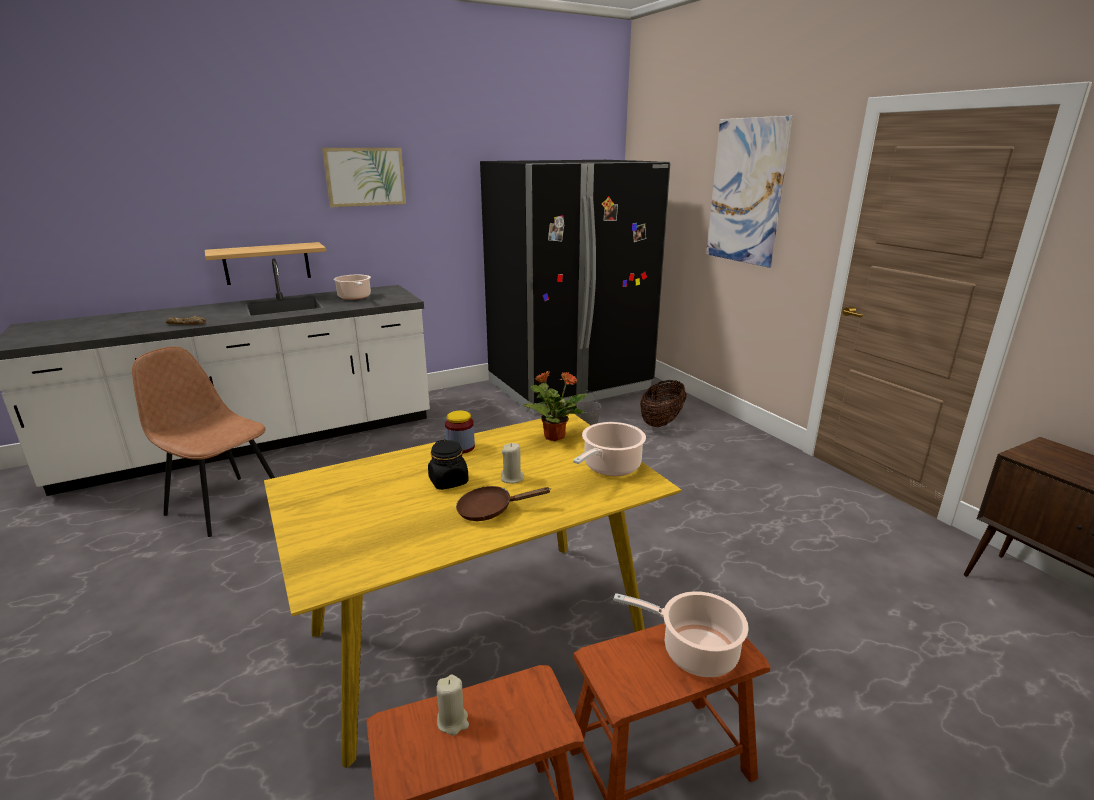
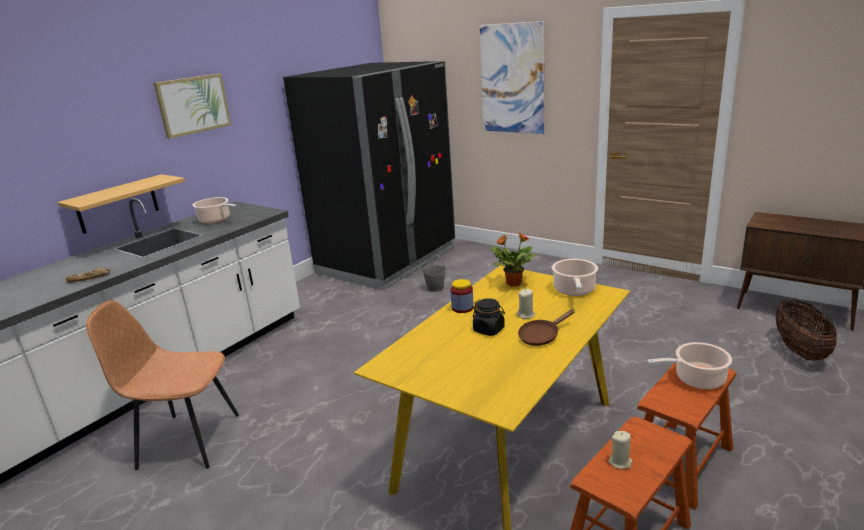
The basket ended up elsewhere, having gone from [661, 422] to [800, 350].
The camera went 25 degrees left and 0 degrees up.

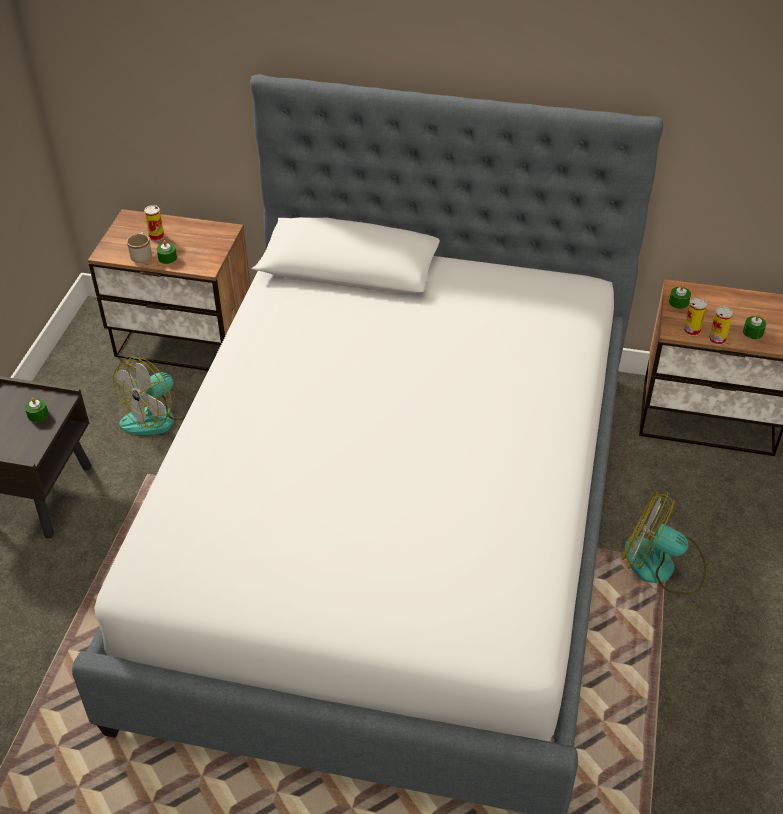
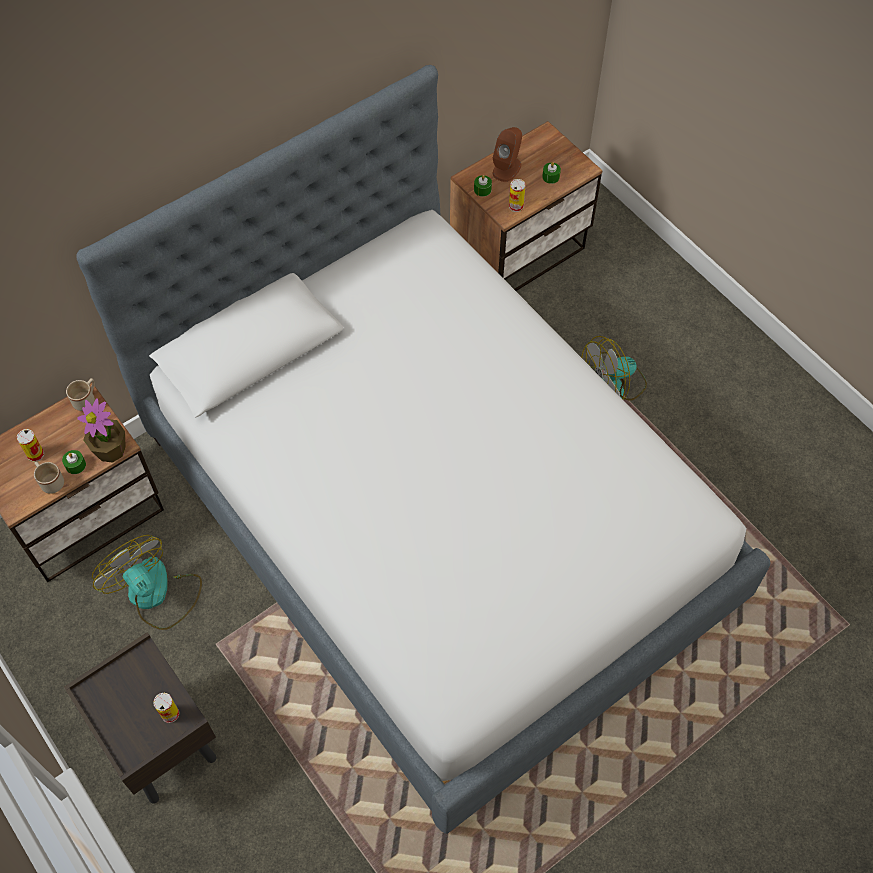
The second view lost the greenish wax candle at [38, 415].
The electric fan at [158, 415] ended up facing another way, 150 degrees clockwise from before.
The sealed can ended up elsewhere, having gone from [717, 339] to [170, 714].
The second view gained the beige mug at [86, 399].
The second view gained the potted plant at [111, 450].
The second view gained the brown speaker at [507, 168].
The camera went 50 degrees left and 15 degrees up.

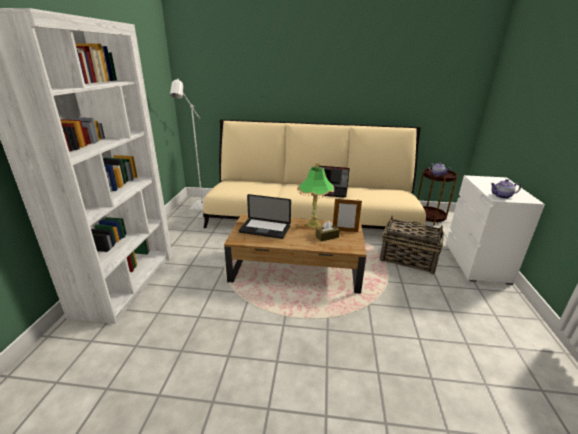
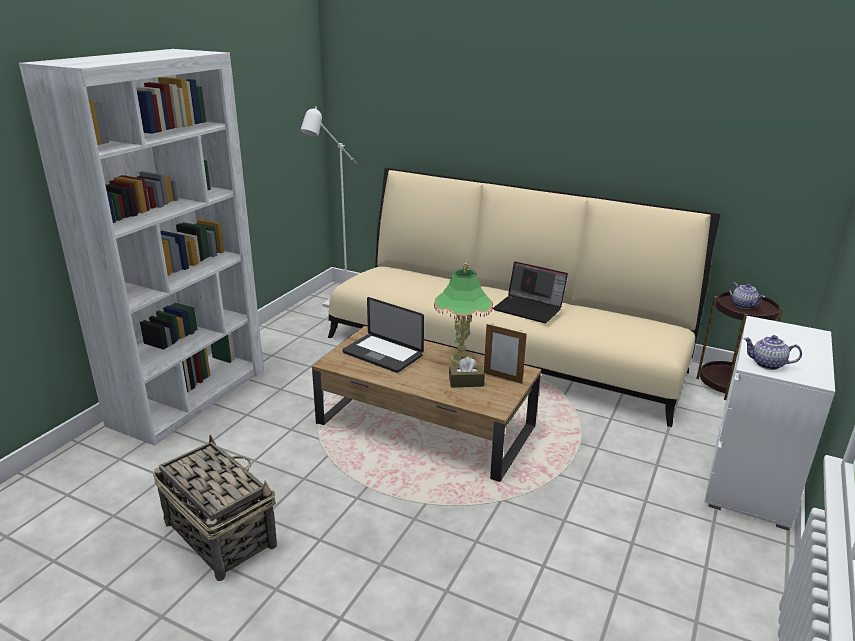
The basket ended up elsewhere, having gone from [407, 259] to [219, 533].
The camera went 20 degrees right and 0 degrees up.

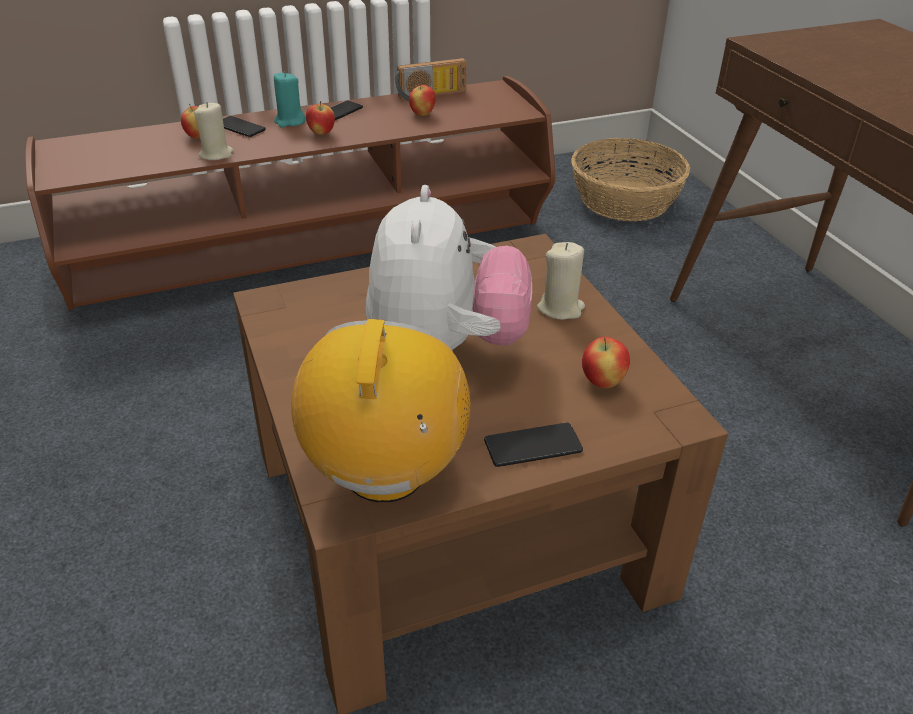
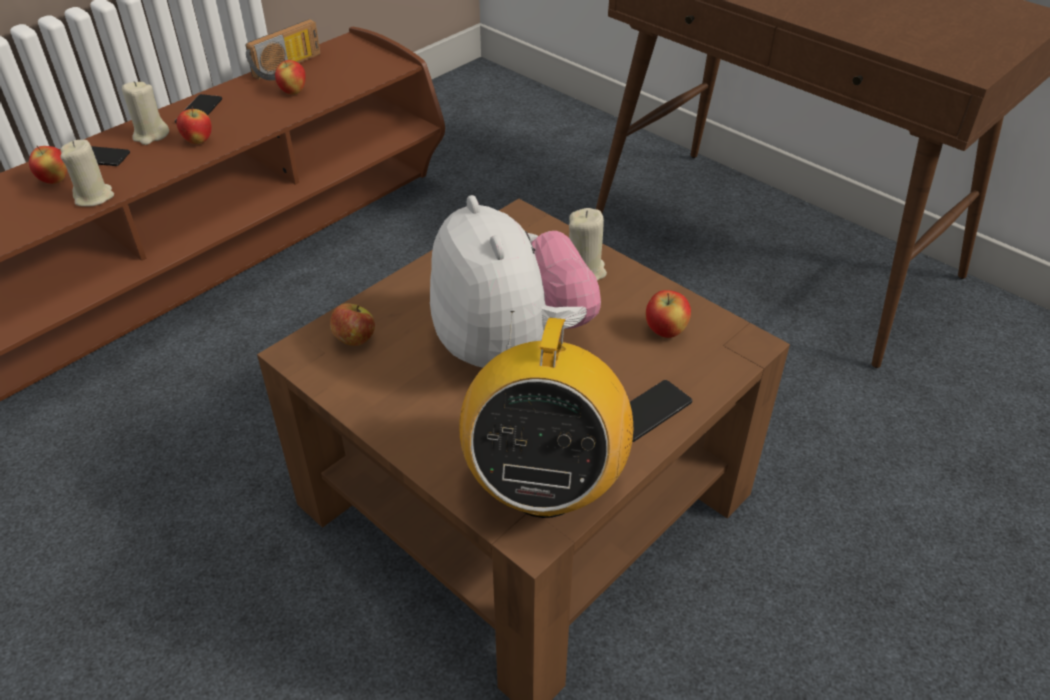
What was the turquoise wax candle at [289, 121] turned into the beige wax candle at [150, 135].
The radio at [385, 474] ended up facing another way, 150 degrees counterclockwise from before.
The second view lost the basket at [623, 200].
The second view gained the whole apple at [354, 340].
The camera went 25 degrees left and 5 degrees up.

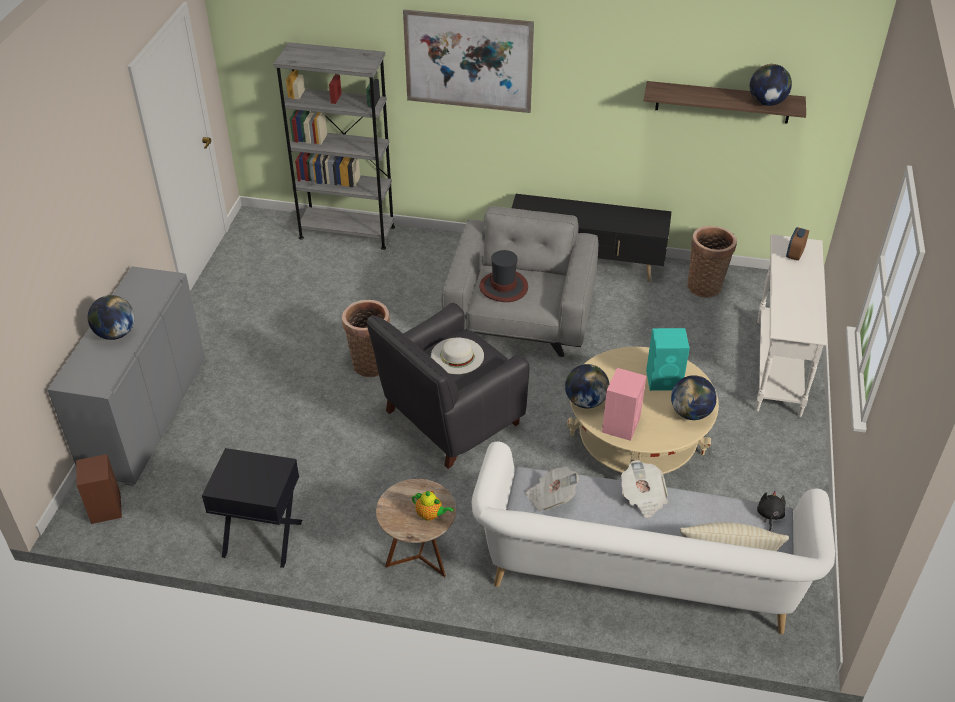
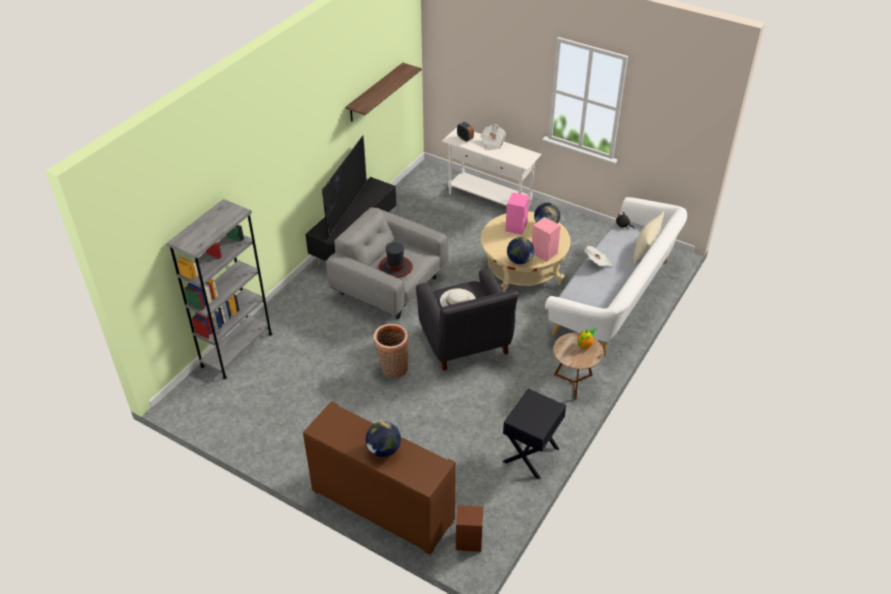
What was the gray storage cabinet at [146, 415] turned into the brown storage cabinet at [382, 505].
The second view lost the wall picture at [468, 61].
The printed paper ended up elsewhere, having gone from [551, 497] to [492, 144].
What was the turquoise speaker at [665, 380] turned into the pinkish speaker at [516, 226].
The second view lost the basket at [705, 285].
The second view lost the desk globe at [767, 103].
The second view gained the television at [347, 210].
The camera went 70 degrees left and 0 degrees up.

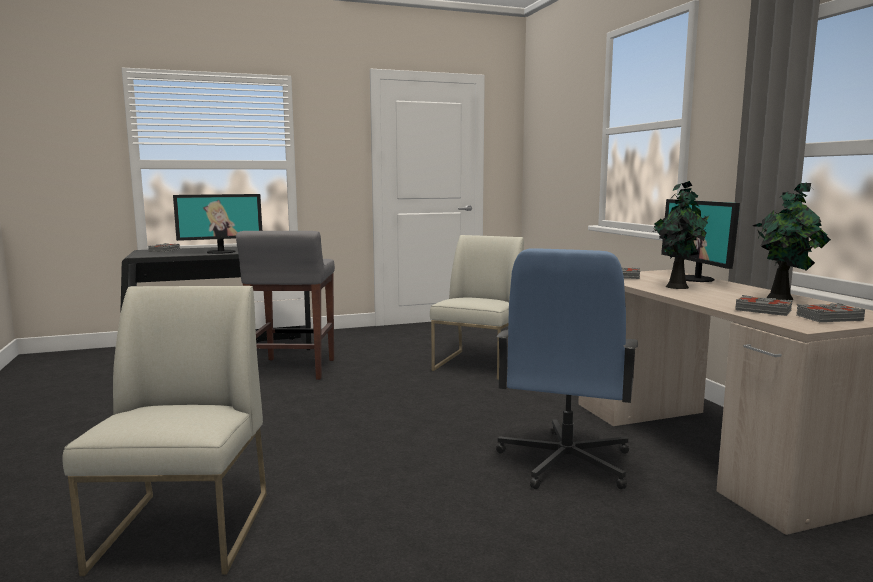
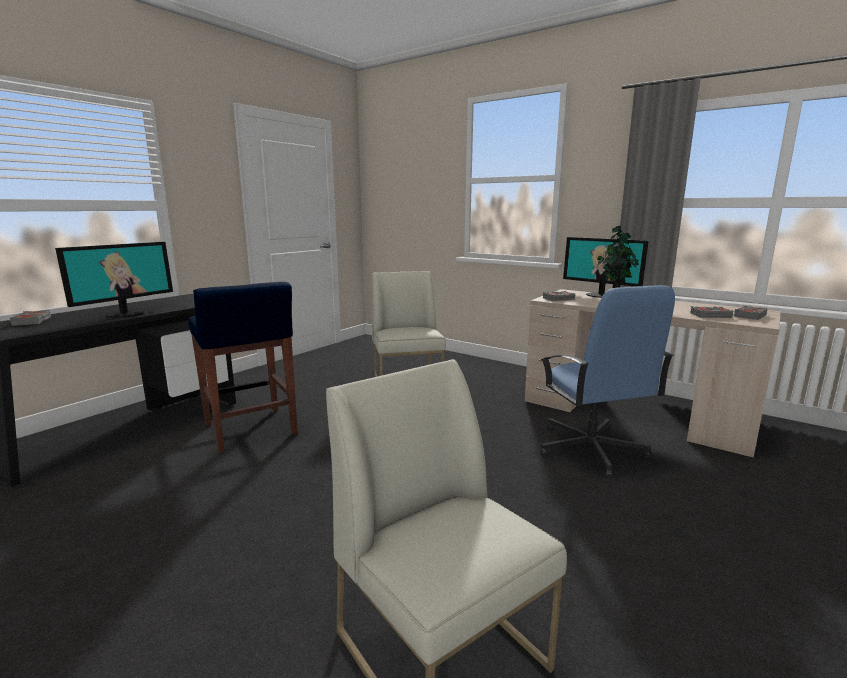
What was the gray stool at [293, 369] turned into the blue stool at [250, 430].
The second view lost the potted plant at [782, 298].
The camera went 35 degrees left and 5 degrees up.

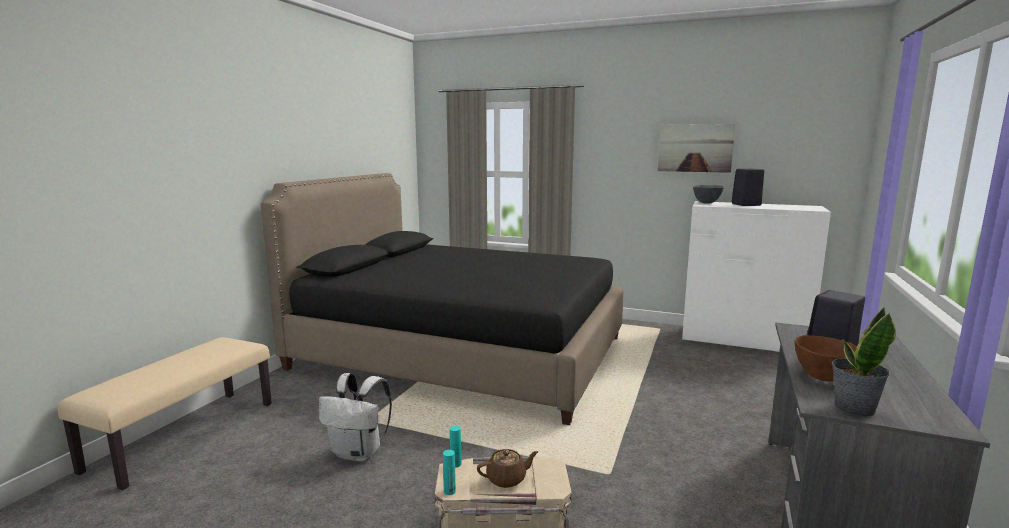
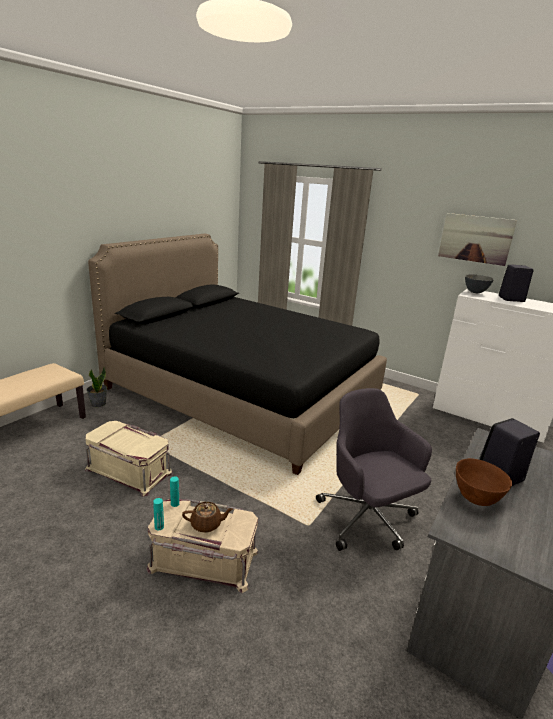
Where the whitish knapsack stood at [359, 453], the beige storage bin came to stand at [130, 470].
The potted plant ended up elsewhere, having gone from [853, 408] to [98, 404].
The second view gained the gray computer chair at [367, 519].
The camera went 10 degrees right and 10 degrees up.

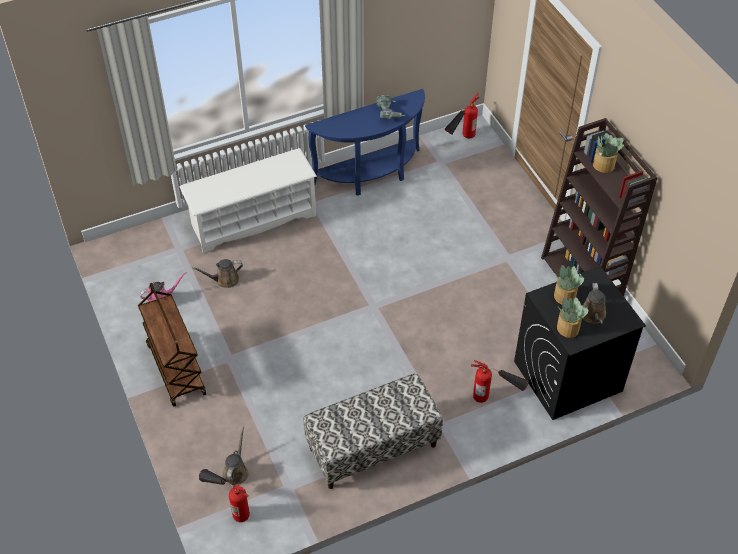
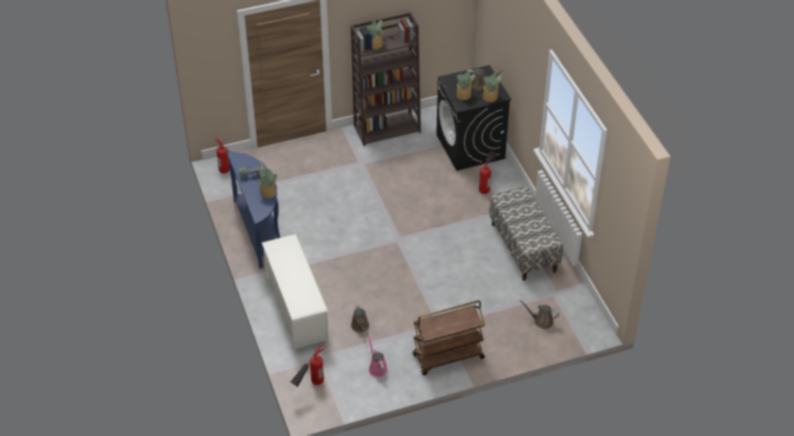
The fire-fighting cylinder ended up elsewhere, having gone from [228, 506] to [309, 387].
The second view gained the potted plant at [268, 193].
The camera went 85 degrees left and 5 degrees down.

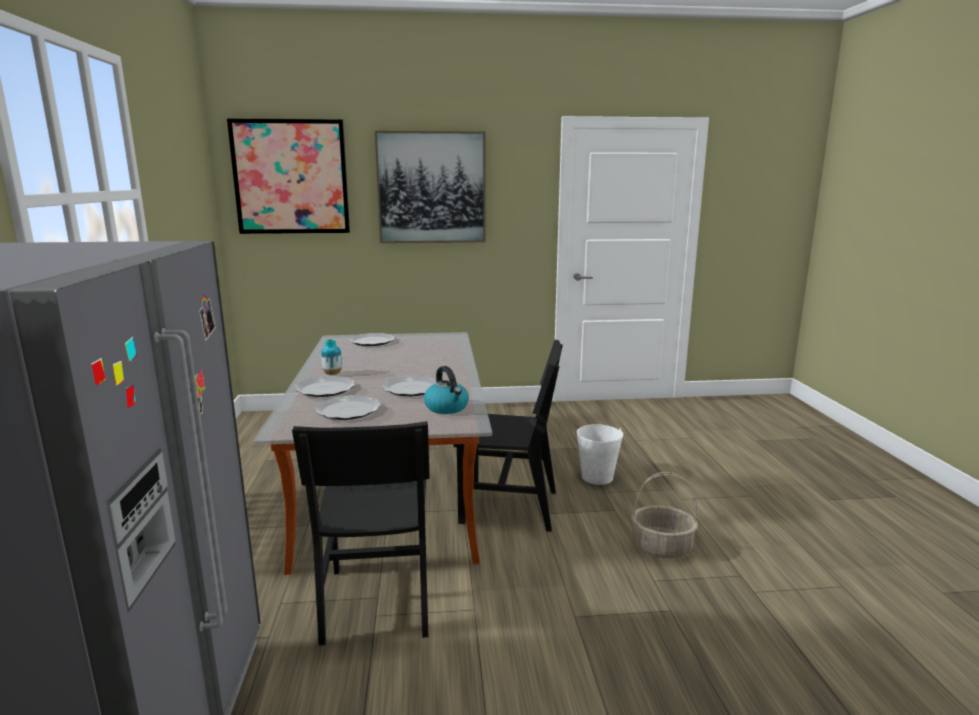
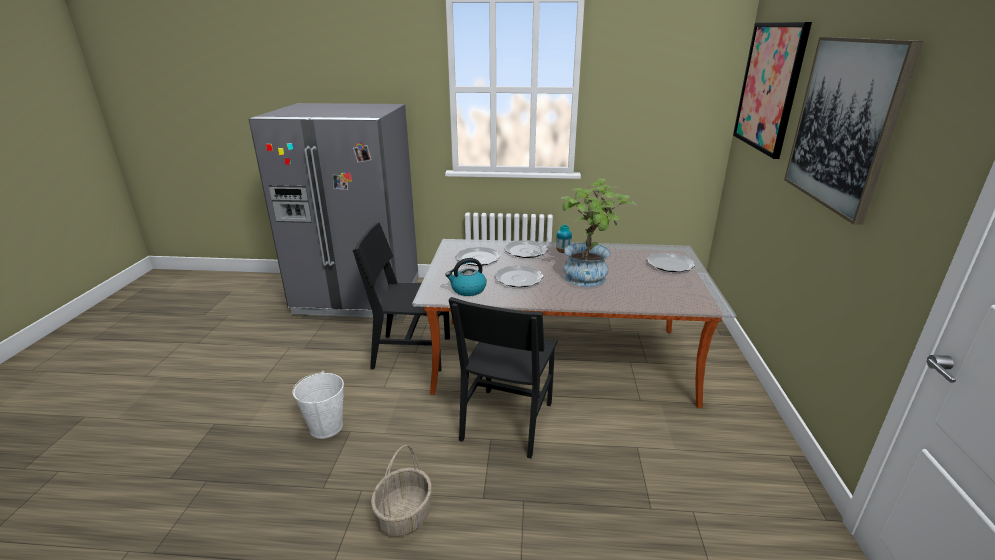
The whitish pail ended up elsewhere, having gone from [597, 477] to [326, 427].
The second view gained the potted plant at [589, 280].
The camera went 100 degrees right and 10 degrees up.

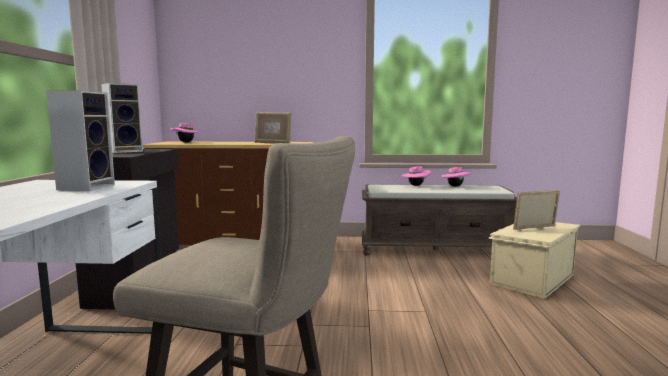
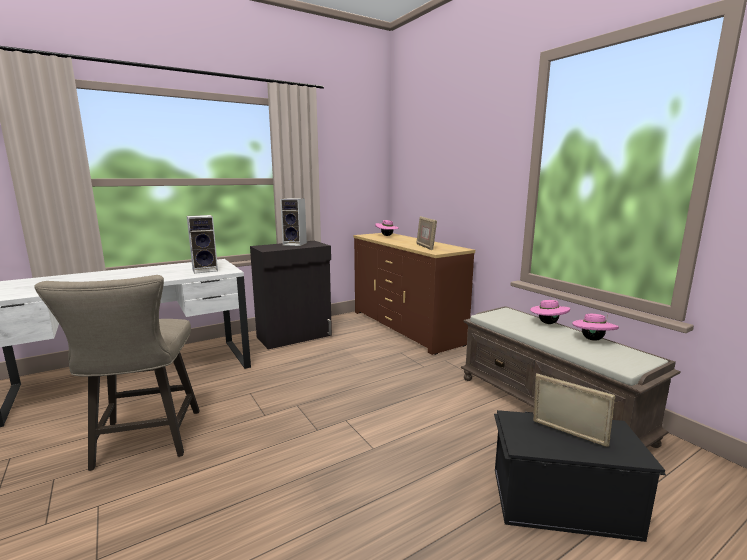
What was the beige storage bin at [531, 279] turned into the black storage bin at [560, 500].
The camera went 55 degrees right and 5 degrees up.

